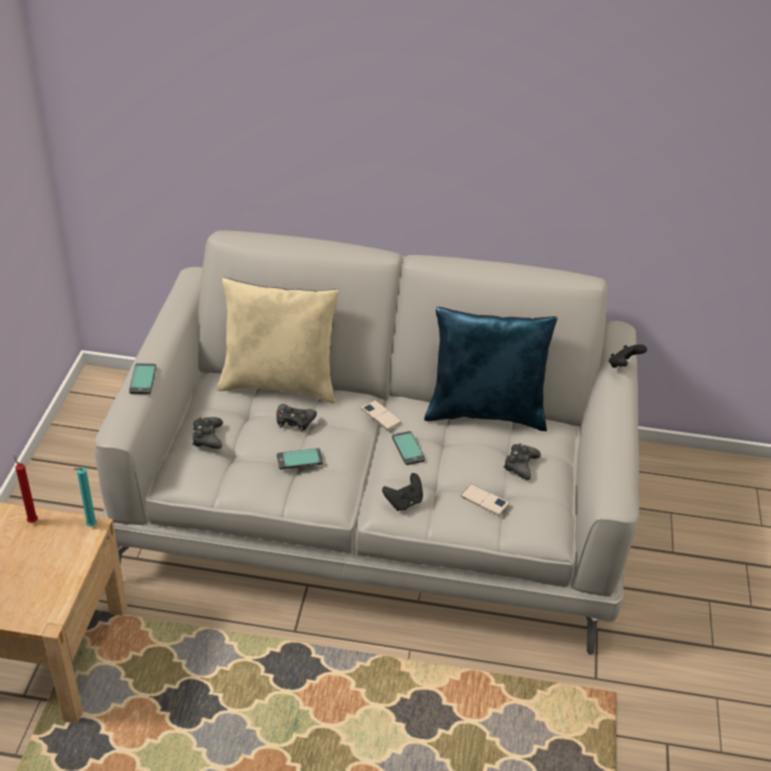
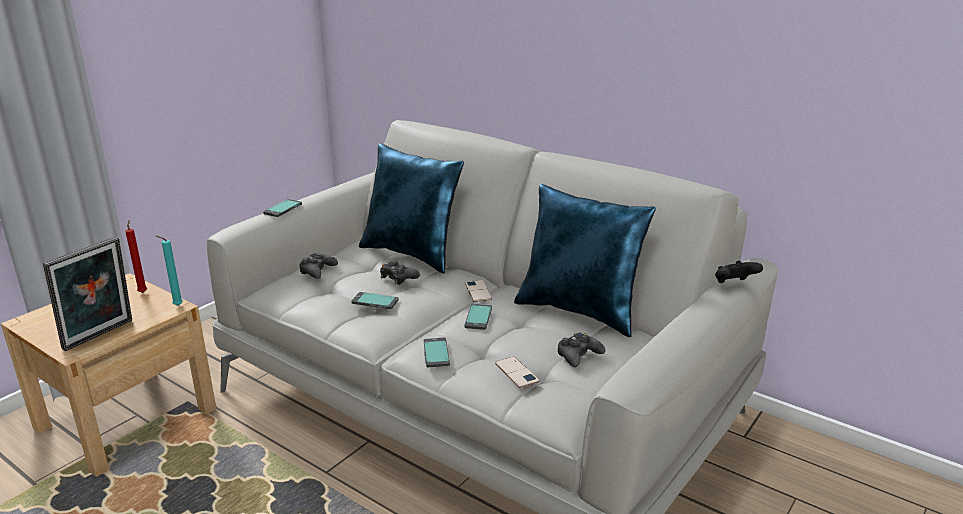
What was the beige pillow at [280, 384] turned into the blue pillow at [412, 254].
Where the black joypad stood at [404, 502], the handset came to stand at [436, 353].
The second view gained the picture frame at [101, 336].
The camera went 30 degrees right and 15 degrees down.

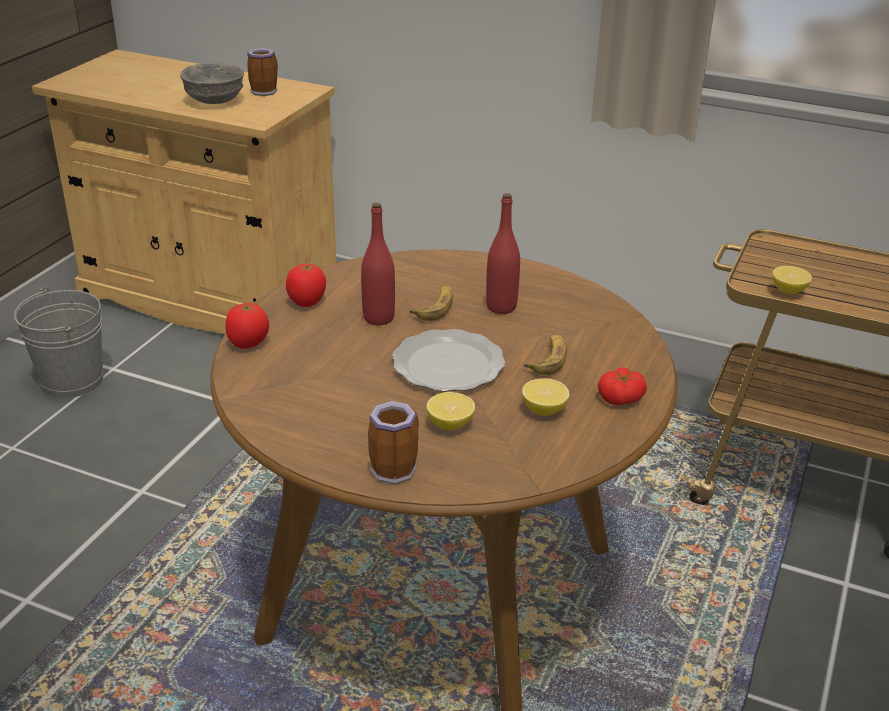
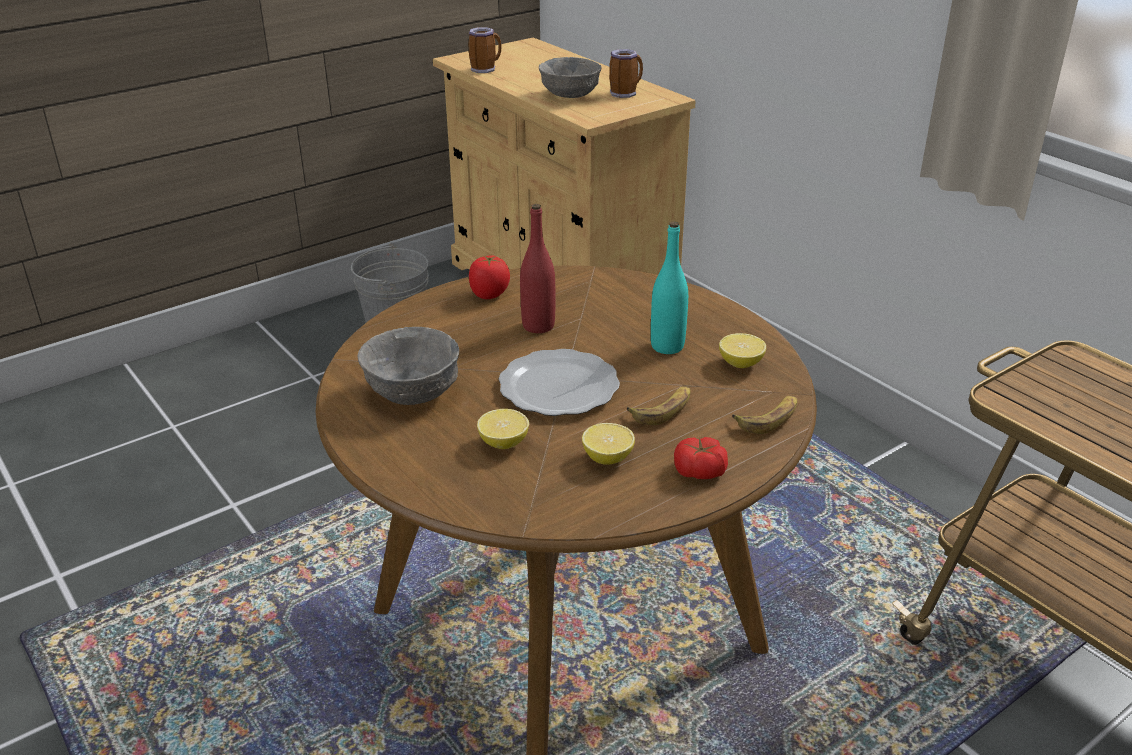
The second view lost the fresh tomato at [248, 343].
The mug ended up elsewhere, having gone from [395, 468] to [485, 69].
The banana ended up elsewhere, having gone from [435, 307] to [769, 418].
What was the red bottle at [501, 307] turned into the turquoise bottle at [667, 346].
The citrus fruit ended up elsewhere, having gone from [788, 290] to [741, 364].
The second view gained the gray serving bowl at [414, 391].
The camera went 30 degrees right and 0 degrees up.

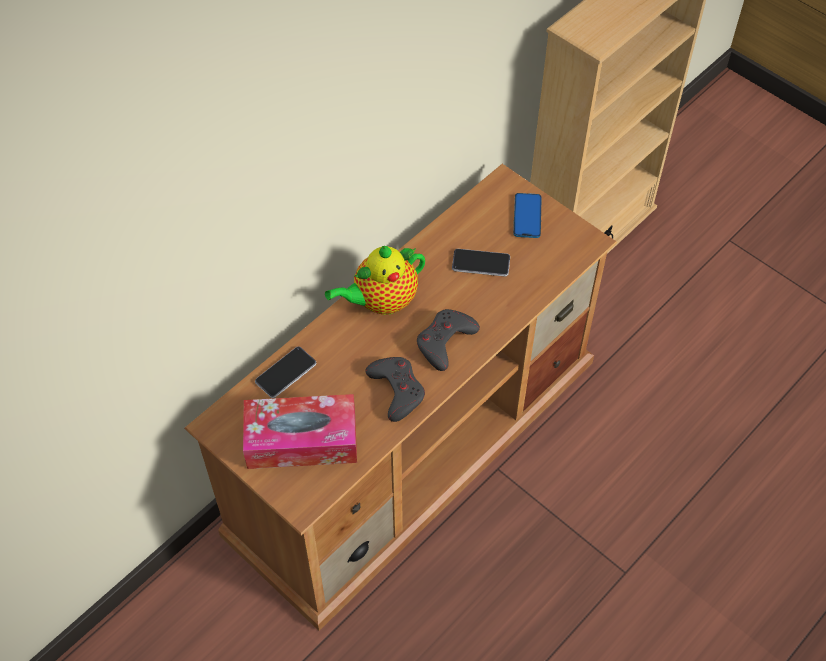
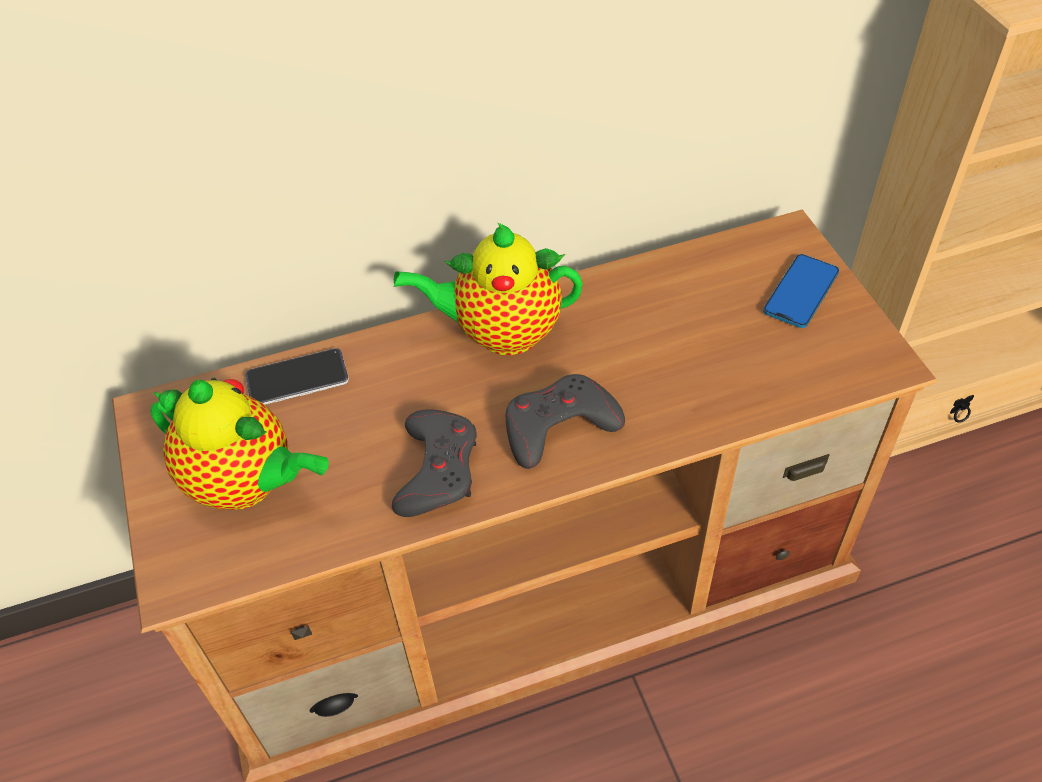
Where the box of tissues stood at [302, 440], the pot for tea came to stand at [248, 484].
The second view lost the handset at [481, 263].
The camera went 30 degrees right and 5 degrees down.

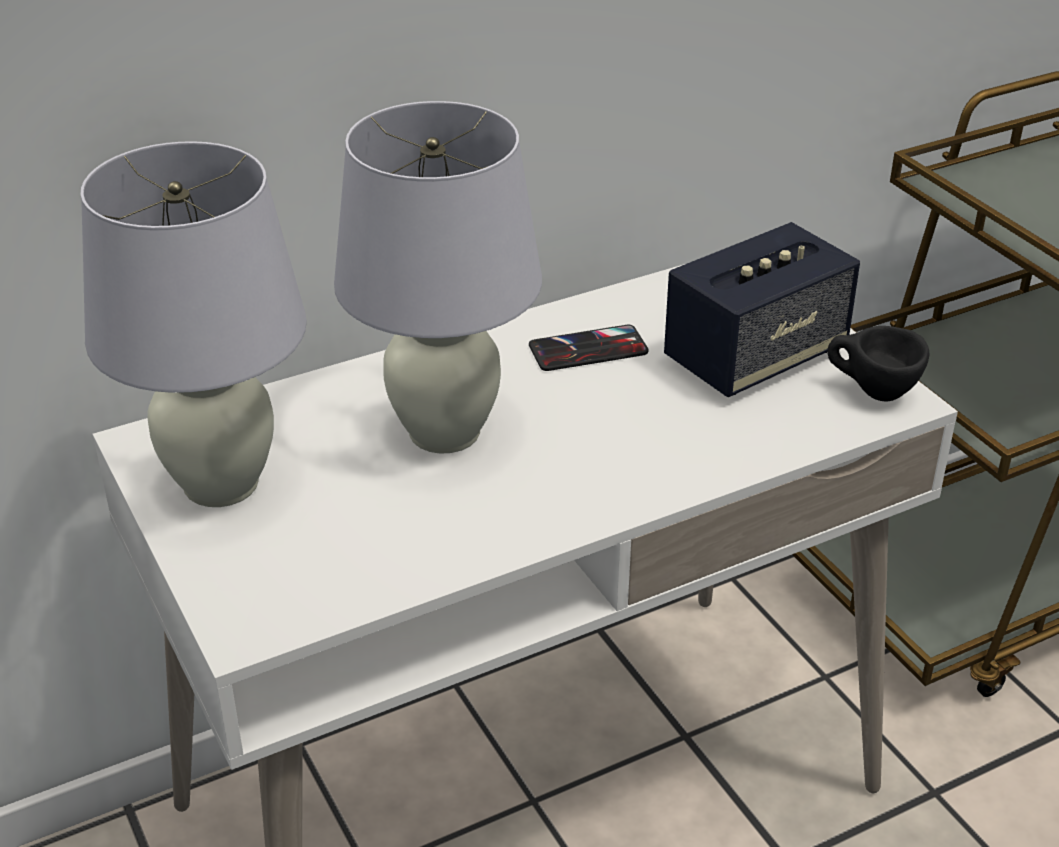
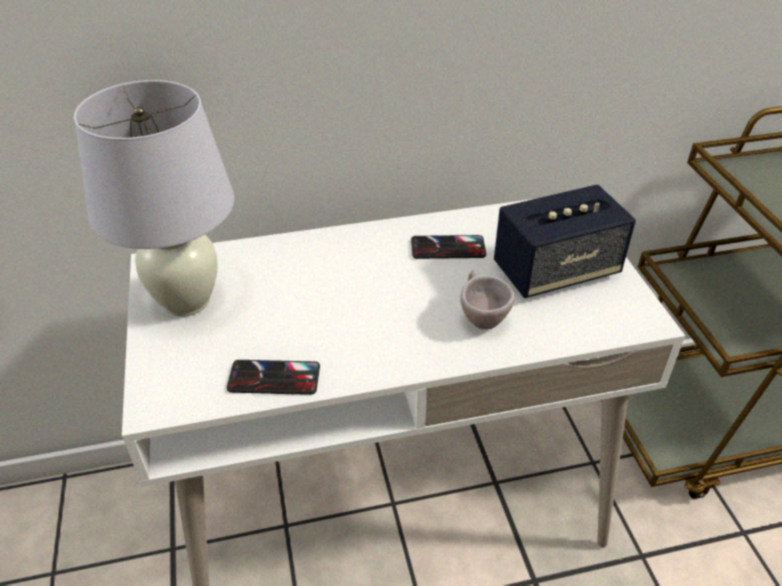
The second view lost the whitish lamp for a table at [445, 432].
The second view lost the black drinking cup at [871, 392].
The second view gained the handset at [274, 378].
The second view gained the beige drinking cup at [480, 318].
The camera went 15 degrees right and 5 degrees up.

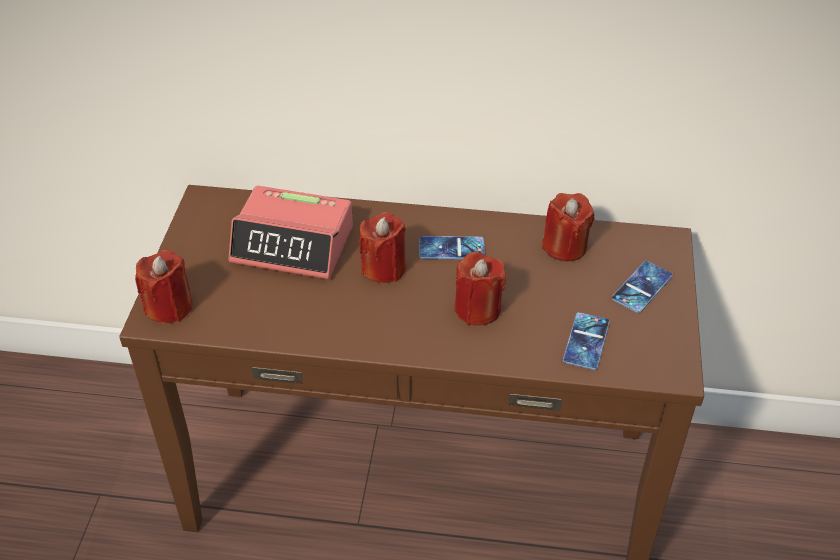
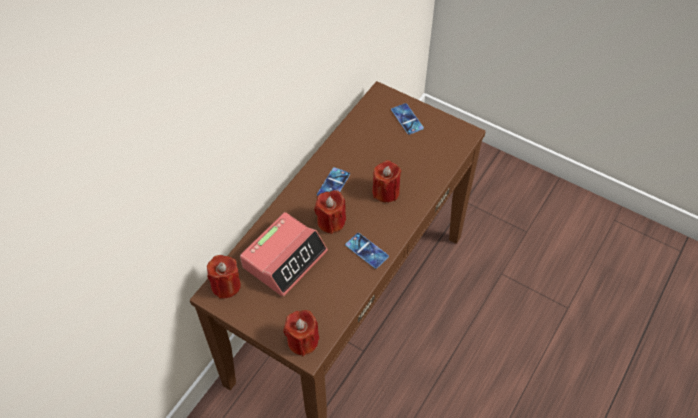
The red wax candle ended up elsewhere, having gone from [565, 246] to [226, 285].
The handset ended up elsewhere, having gone from [586, 341] to [366, 250].
The camera went 65 degrees left and 10 degrees up.

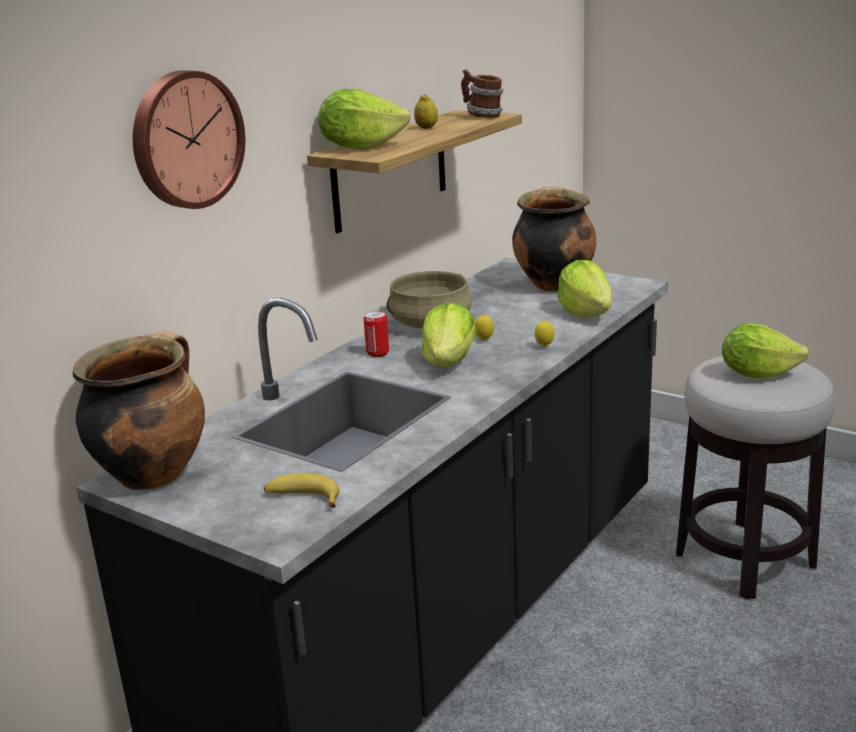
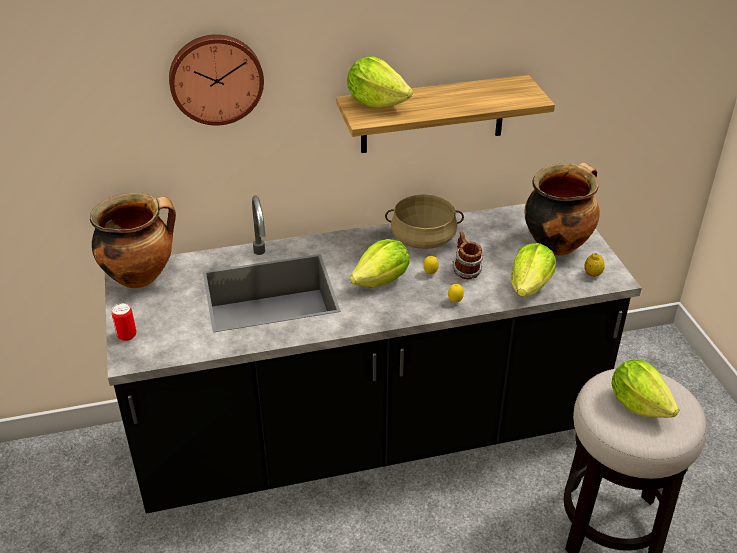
The second view lost the banana at [303, 498].
The sealed can ended up elsewhere, having gone from [377, 353] to [127, 335].
The citrus fruit ended up elsewhere, having gone from [426, 128] to [592, 274].
The mug ended up elsewhere, having gone from [482, 116] to [465, 271].
The camera went 40 degrees right and 15 degrees up.

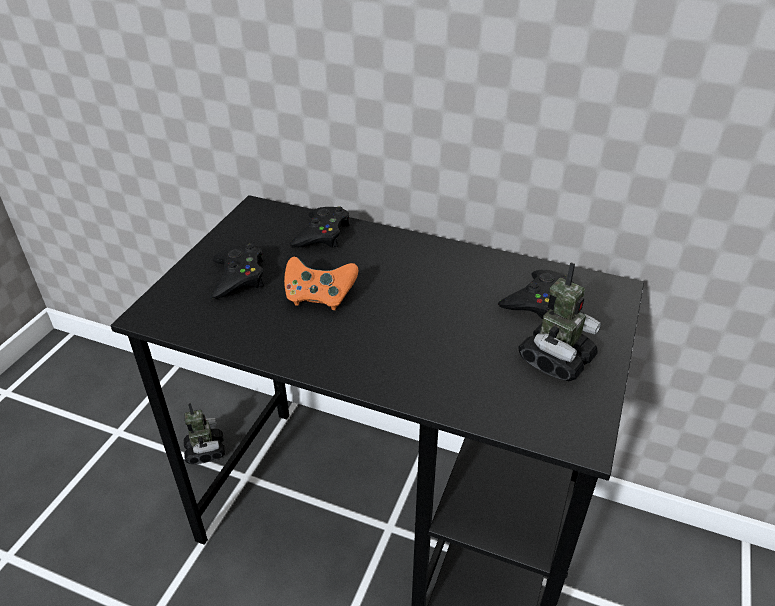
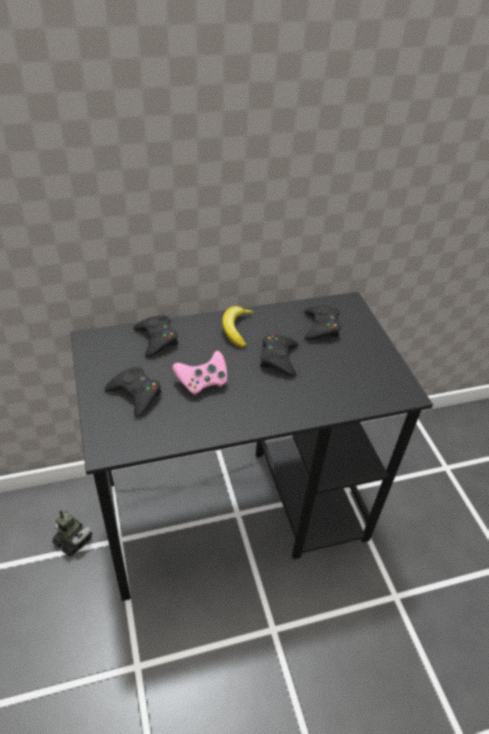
What was the orangey joypad at [319, 297] turned into the pinkish joypad at [202, 382].
The second view lost the model robot at [555, 360].
The second view gained the banana at [236, 329].
The second view gained the black joypad at [279, 358].
The camera went 40 degrees left and 5 degrees up.

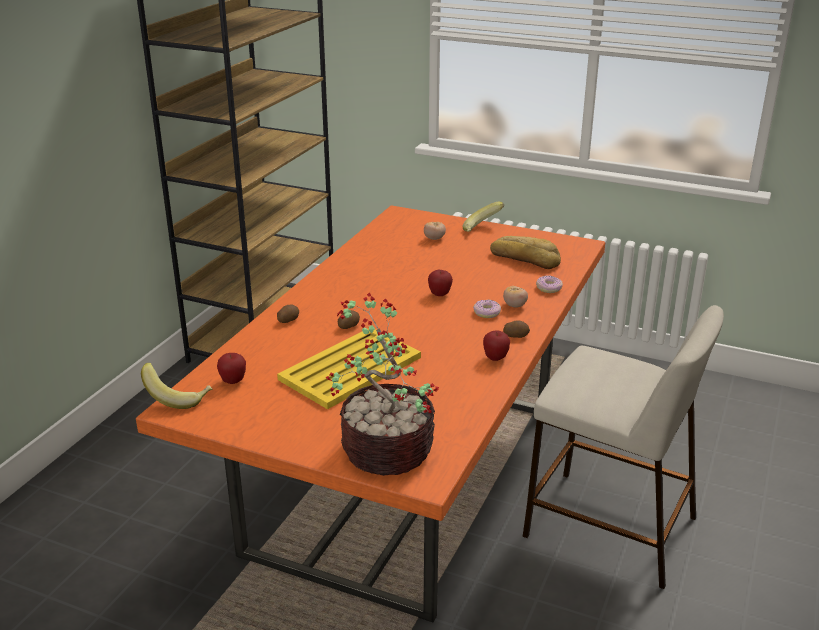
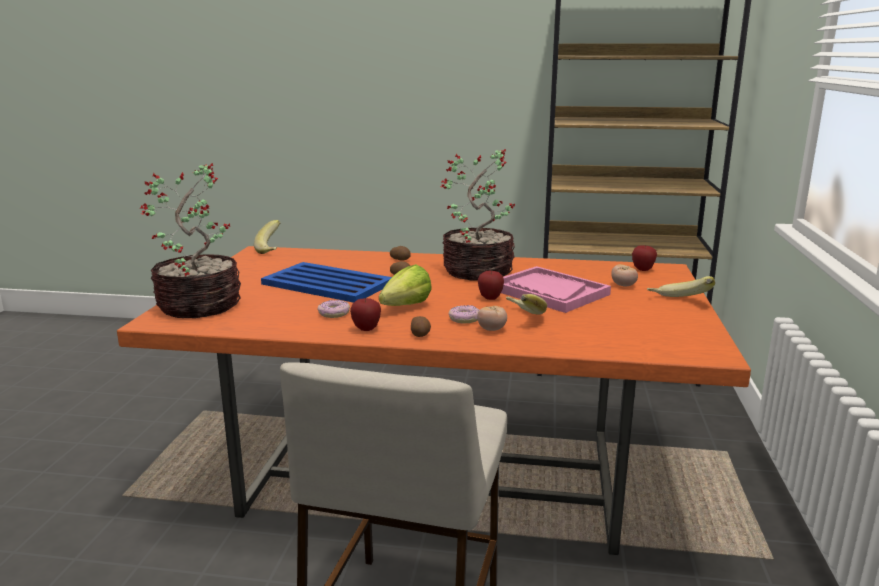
The whole apple ended up elsewhere, having gone from [233, 381] to [643, 270].
What was the yellowish serving tray at [352, 368] turned into the blue serving tray at [328, 284].
The second view lost the baked bread at [525, 258].
The ring doughnut ended up elsewhere, having gone from [549, 288] to [334, 314].
The second view gained the lettuce at [401, 308].
The second view gained the potted plant at [479, 271].
The second view gained the pinkish serving tray at [549, 292].
The second view gained the banana at [521, 317].
The camera went 75 degrees right and 10 degrees down.

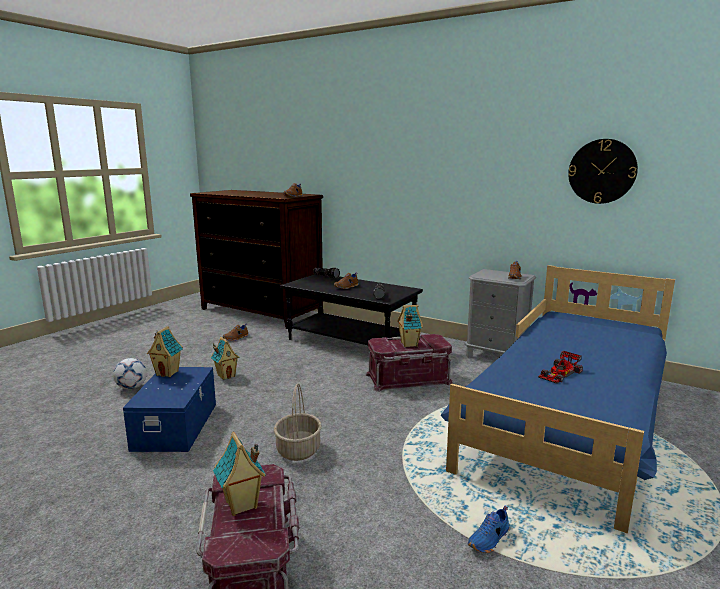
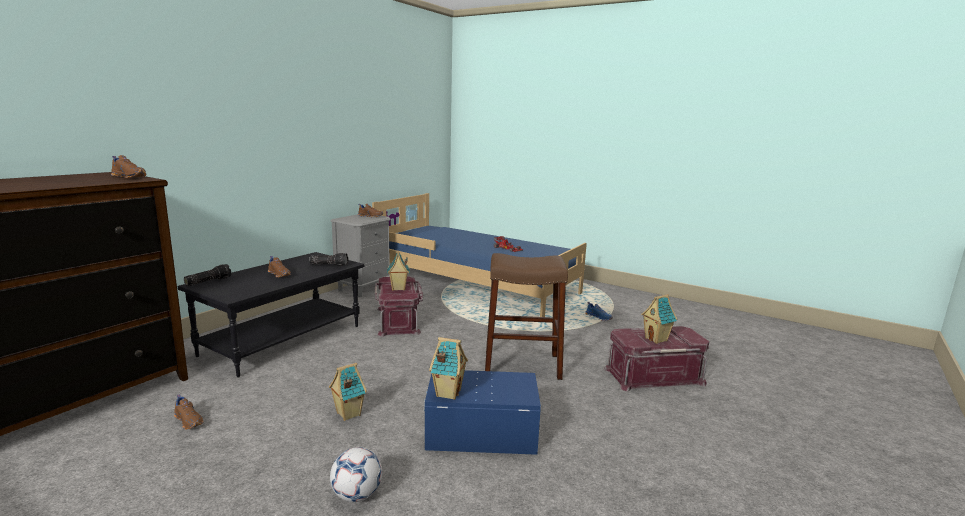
Where the basket stood at [299, 450], the brown stool came to stand at [522, 365].
The second view lost the clock on the wall at [602, 171].
The camera went 90 degrees left and 0 degrees up.

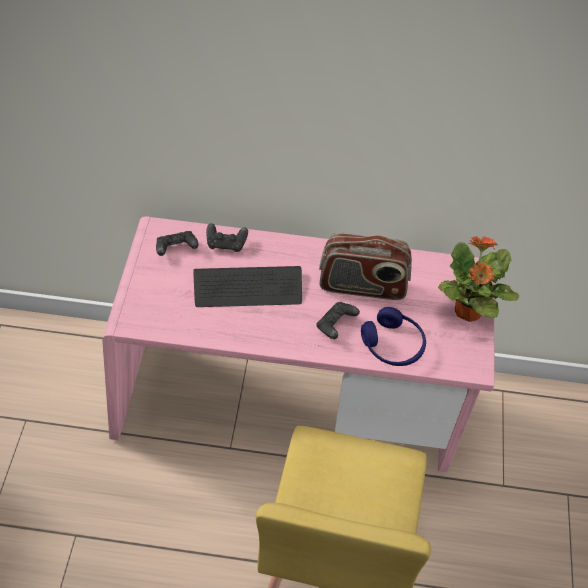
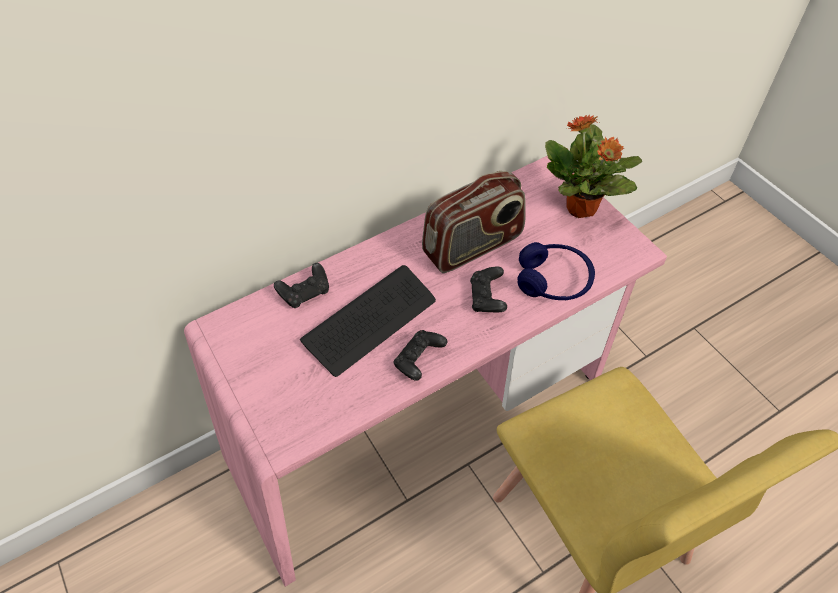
The black joypad ended up elsewhere, having gone from [176, 249] to [419, 361].
The camera went 35 degrees left and 0 degrees up.

